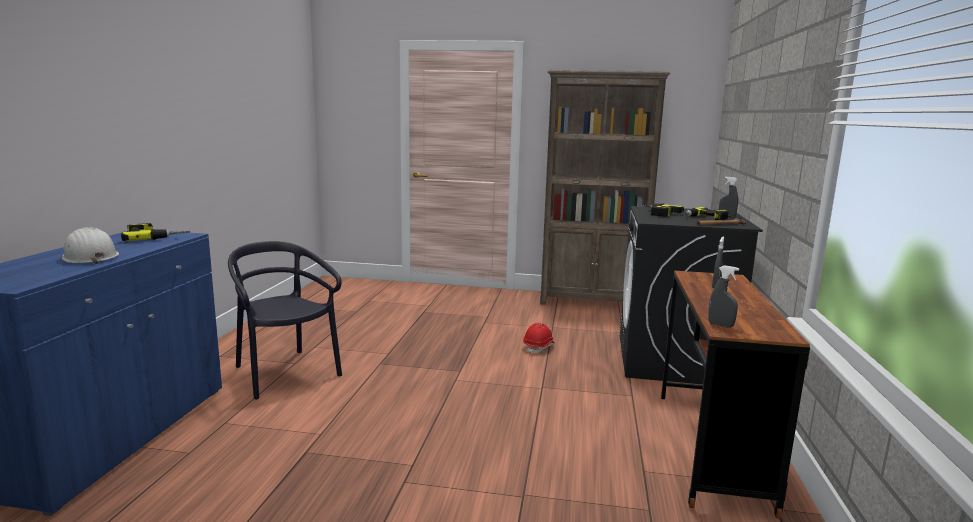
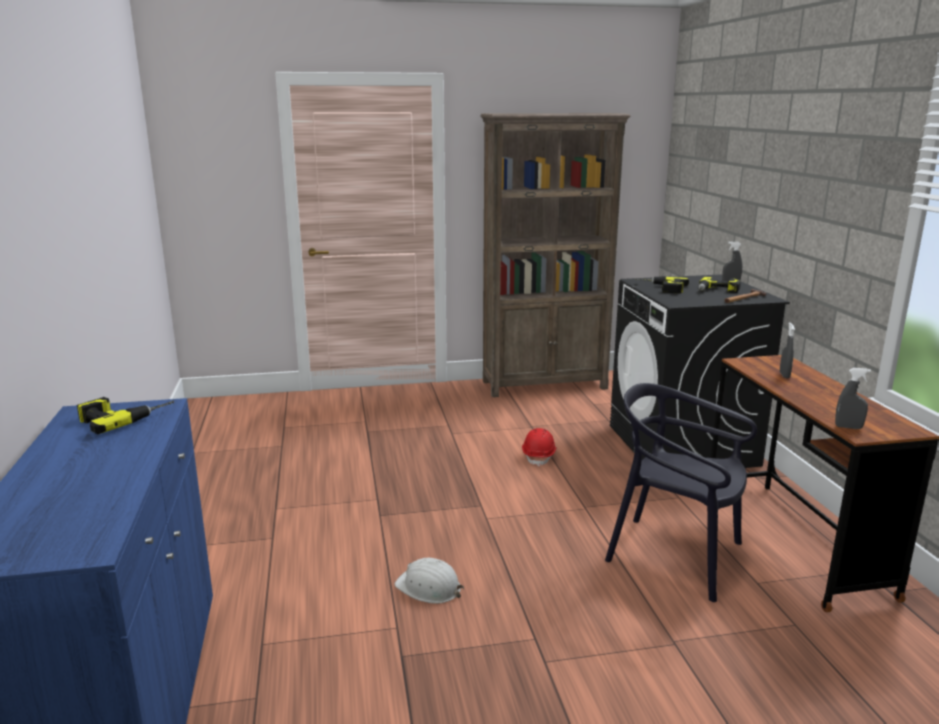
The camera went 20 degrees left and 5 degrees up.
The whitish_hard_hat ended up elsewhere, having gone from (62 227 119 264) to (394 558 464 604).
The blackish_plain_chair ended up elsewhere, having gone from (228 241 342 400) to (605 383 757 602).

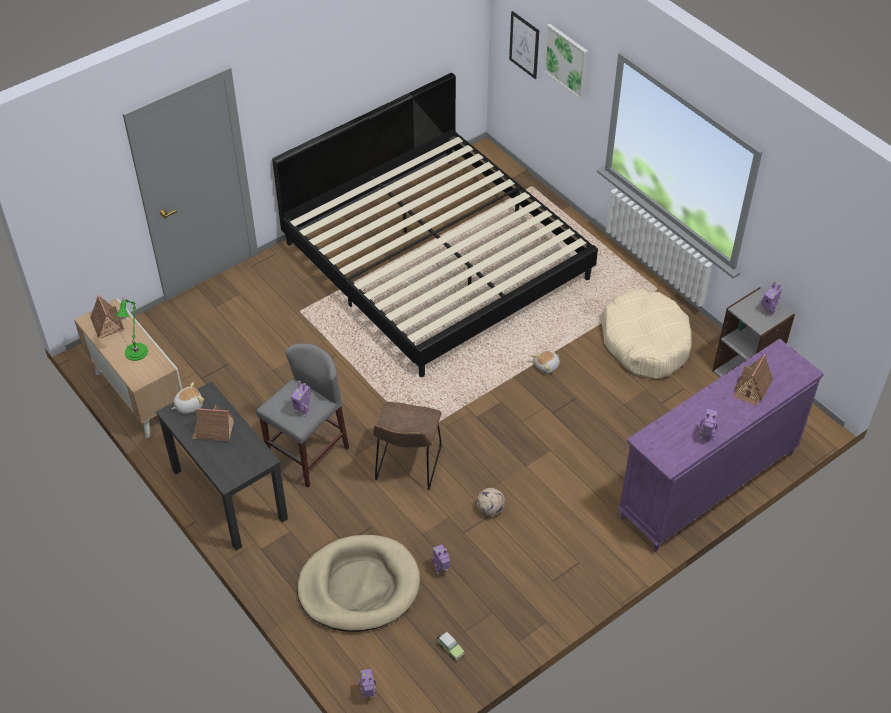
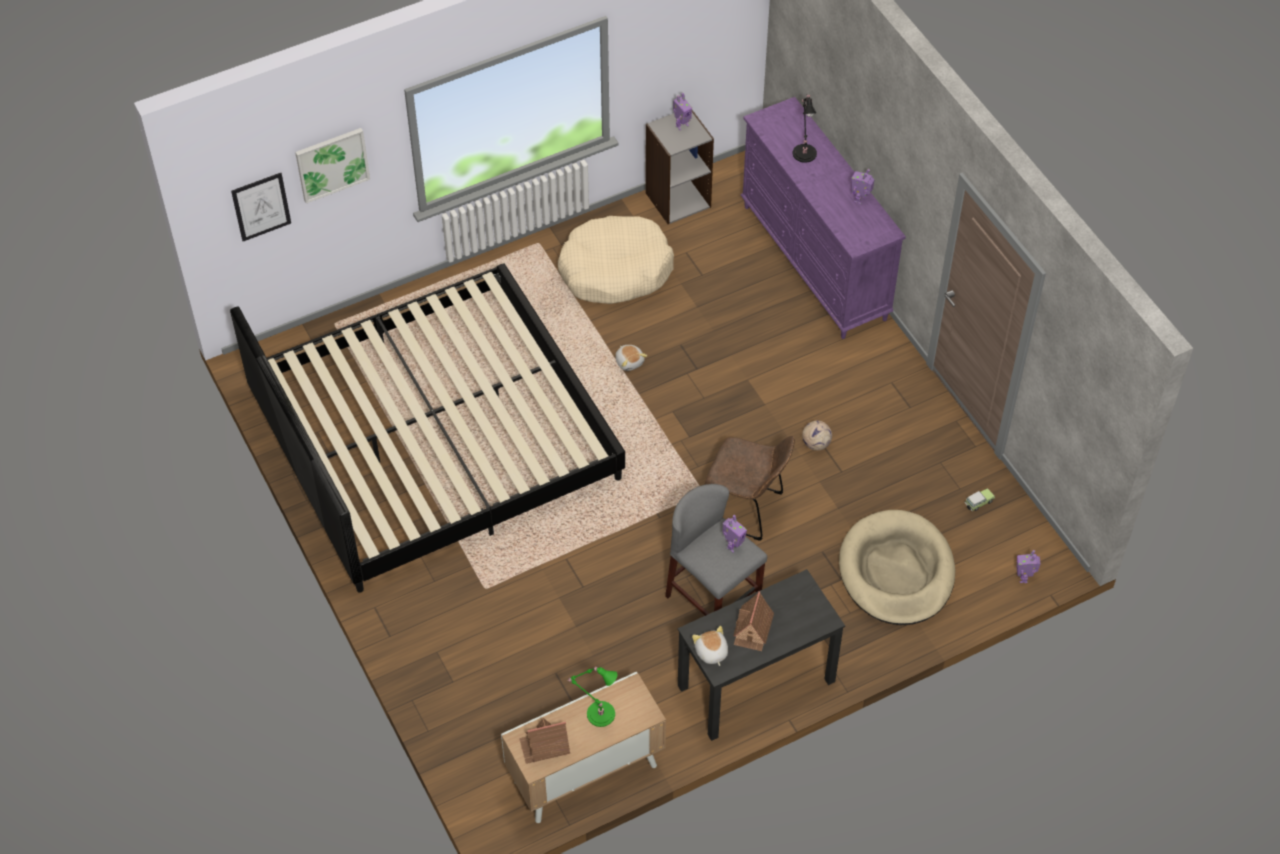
The camera went 80 degrees left and 5 degrees up.
The second view lost the robot_figure at (432 544 450 575).
Where the miniature_house stood at (733 354 773 406), the blackish_table_lamp came to stand at (793 95 817 163).

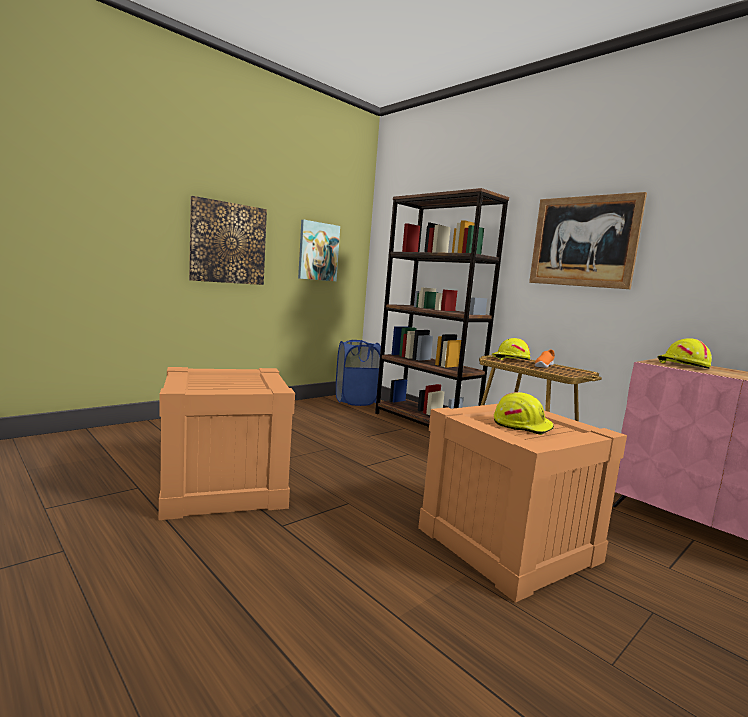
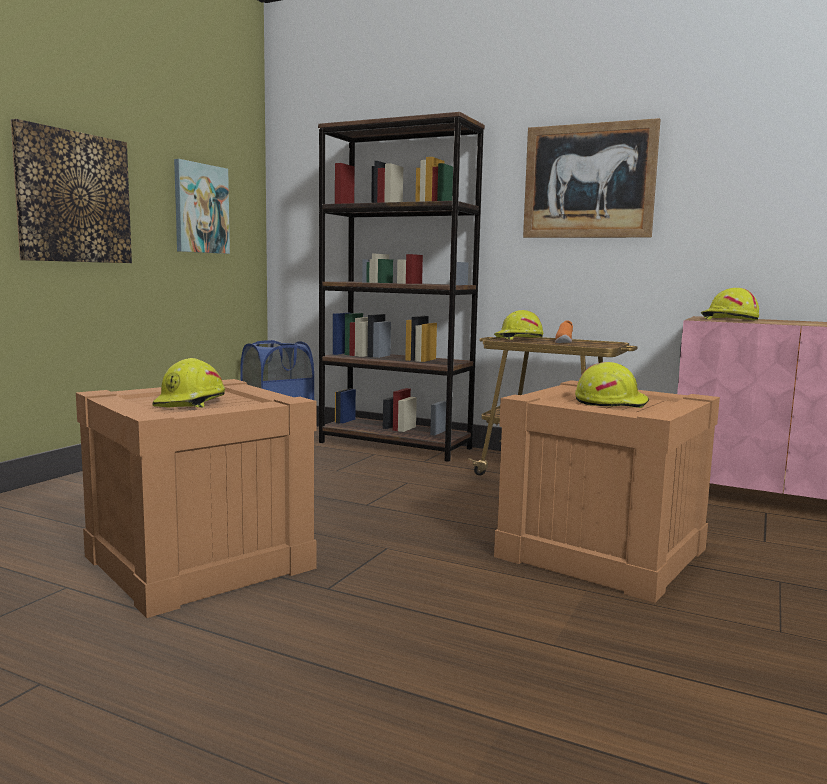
The camera went 20 degrees left and 0 degrees up.
The second view gained the yellow-coloured_hard_hat at (152 358 225 408).

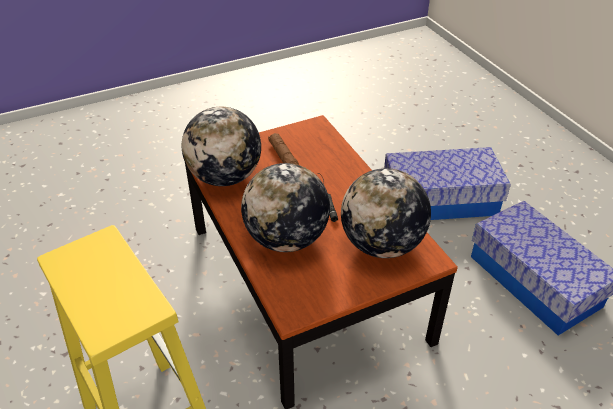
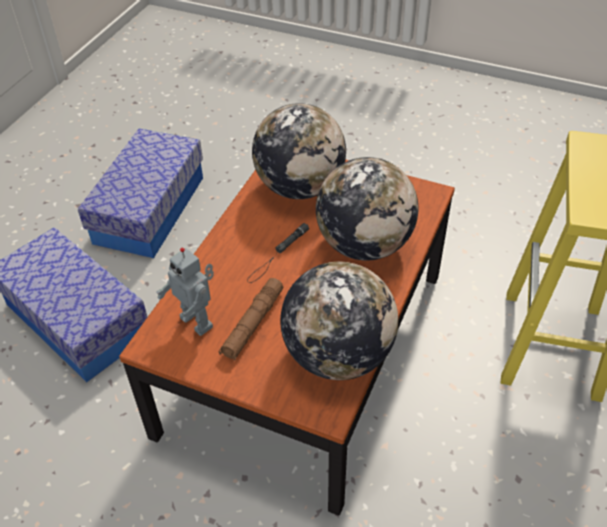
The camera went 130 degrees left and 5 degrees up.
The second view gained the robot_figure at (156 248 214 336).

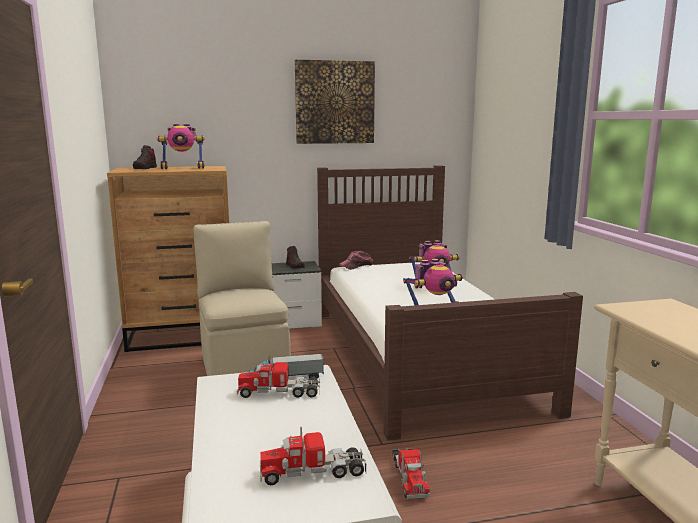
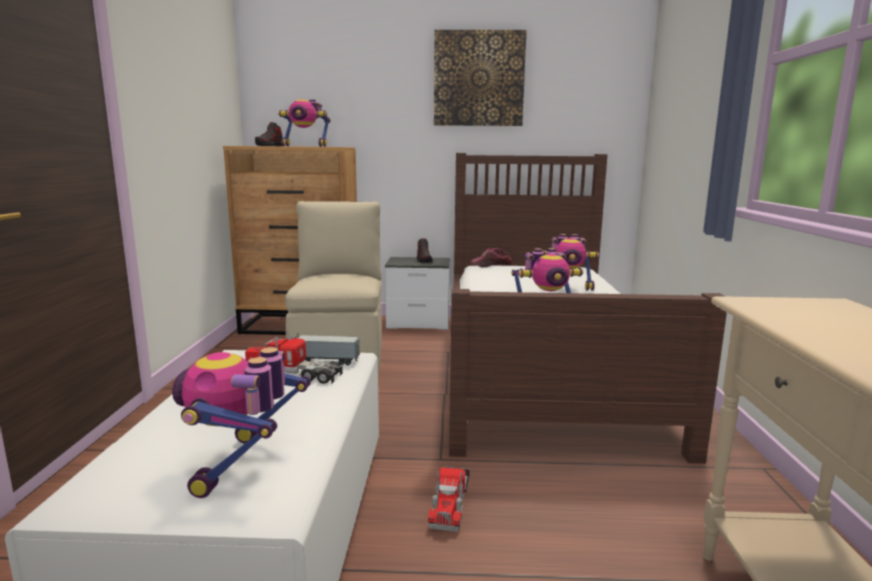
The camera went 15 degrees right and 0 degrees up.
Where the toy_truck stood at (260 426 367 485), the robot_figure came to stand at (172 347 311 498).

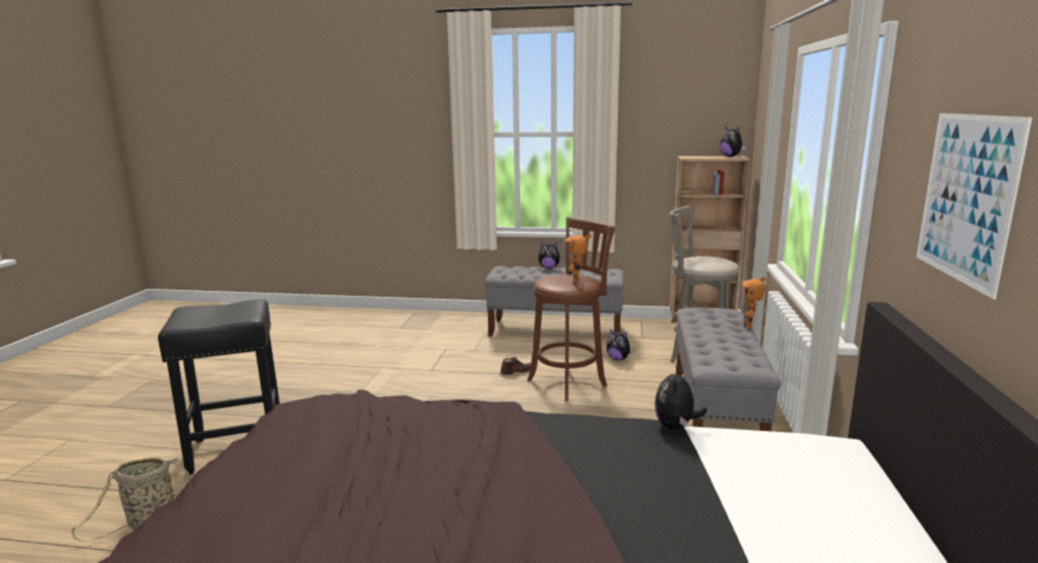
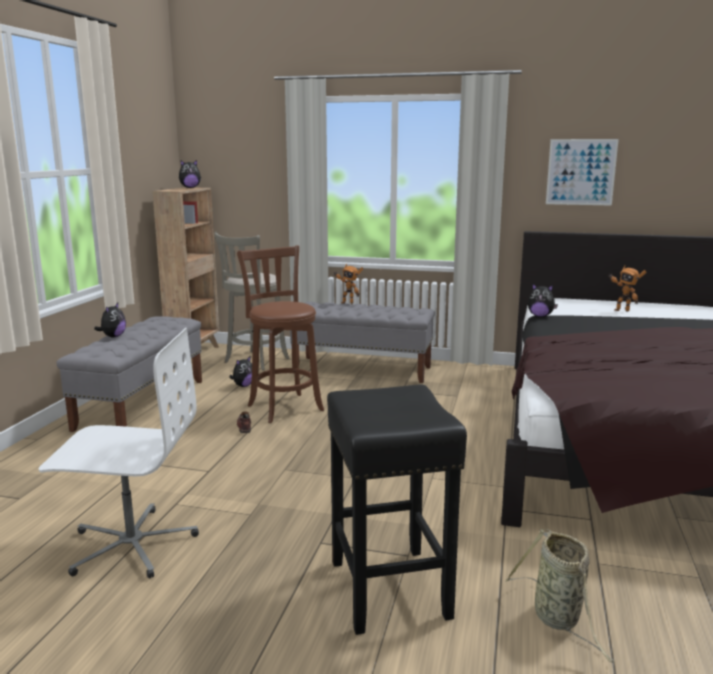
The camera went 85 degrees left and 0 degrees up.
The robot_figure ended up elsewhere, having gone from (564 234 591 284) to (608 265 646 312).
The second view gained the whitish_office_chair at (39 328 199 578).

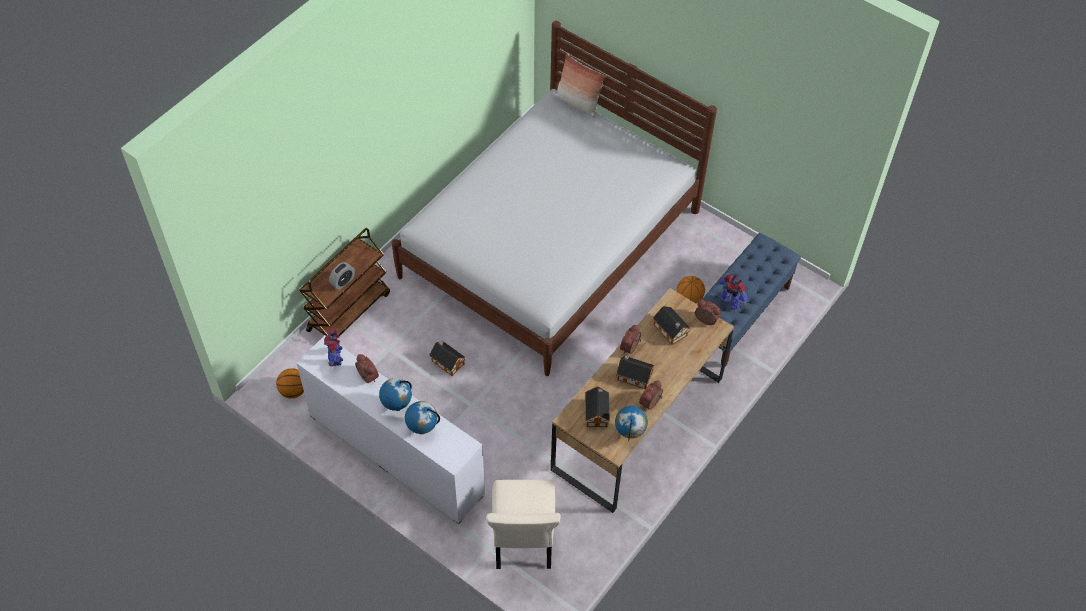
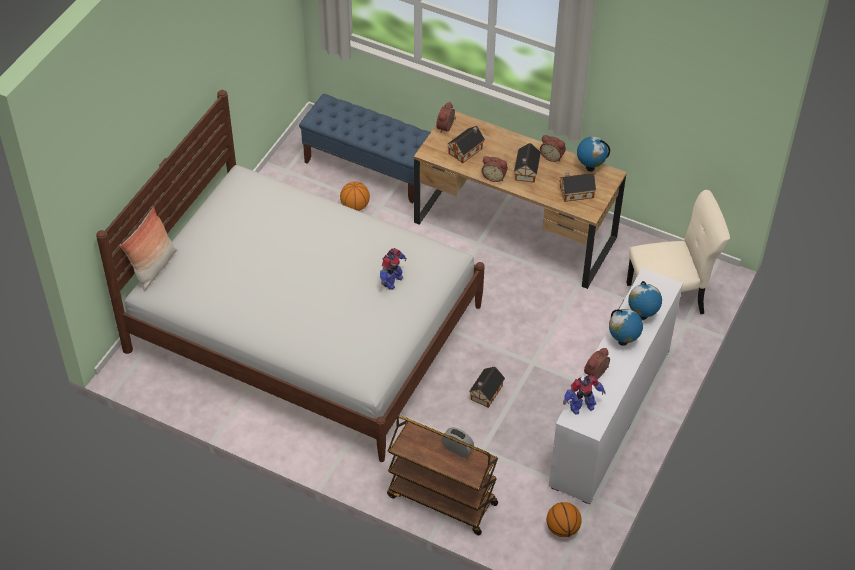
The camera went 100 degrees left and 5 degrees down.
The robot_figure ended up elsewhere, having gone from (716 274 747 310) to (380 248 407 290).

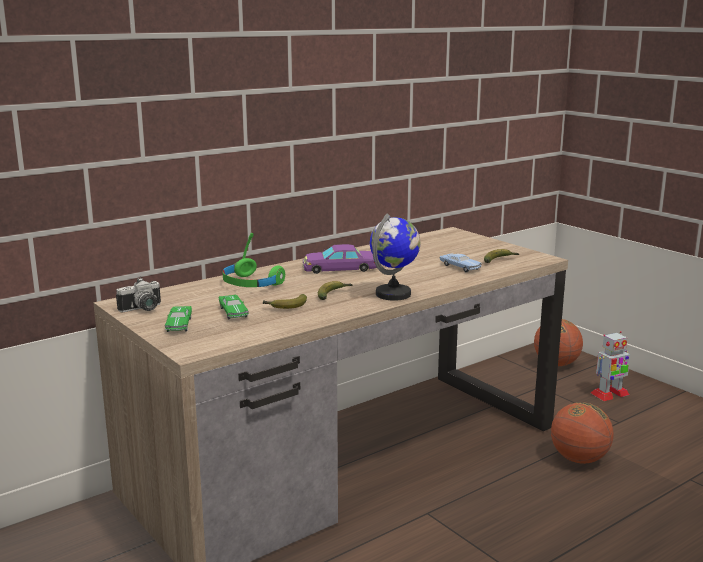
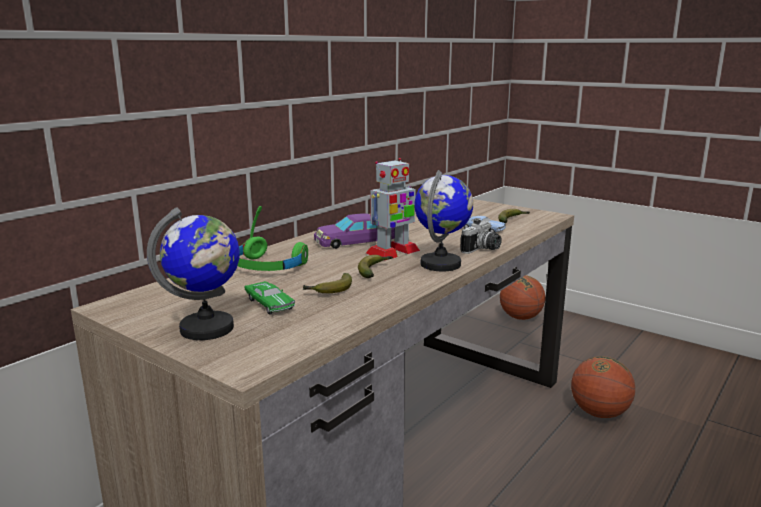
The camera went 15 degrees left and 0 degrees up.
The photo_camera ended up elsewhere, having gone from (116 278 161 312) to (460 218 502 254).
Where the greenish_model_car stood at (165 306 192 332), the globe came to stand at (147 207 240 340).
The robot_figure ended up elsewhere, having gone from (591 331 630 401) to (366 158 420 261).

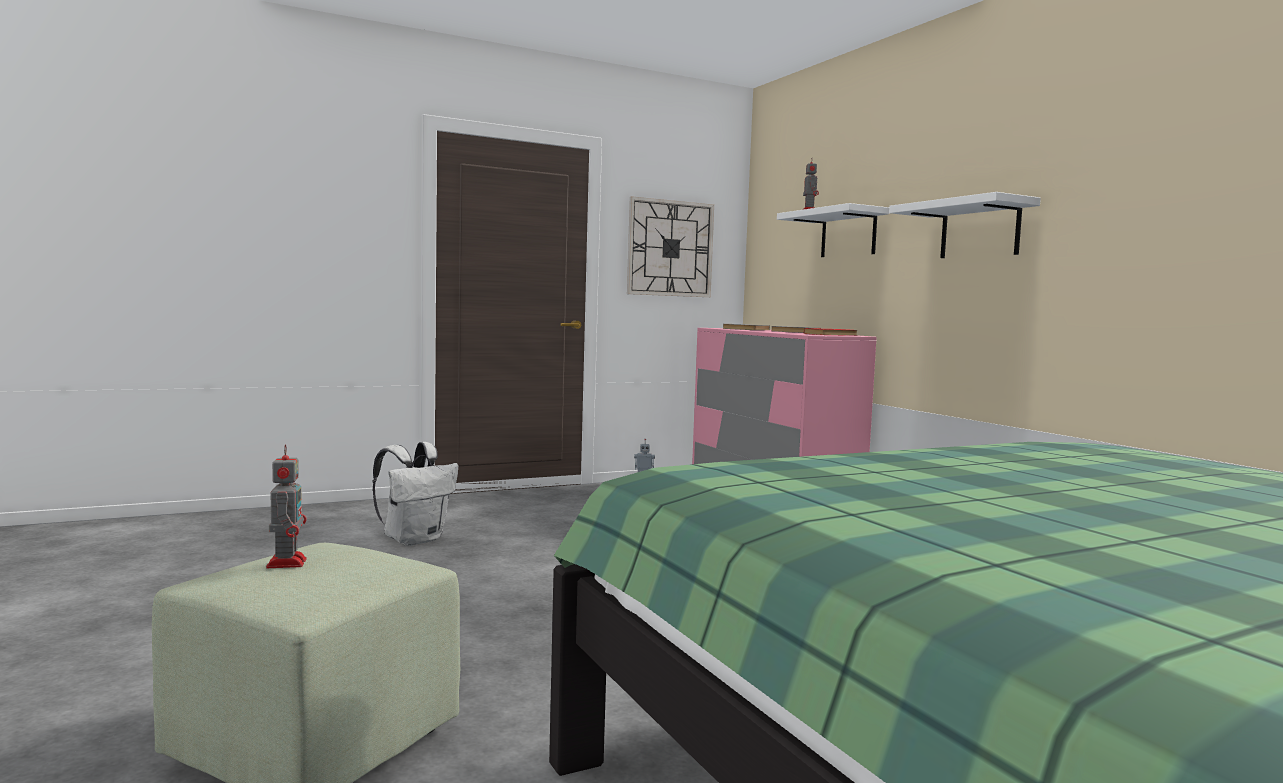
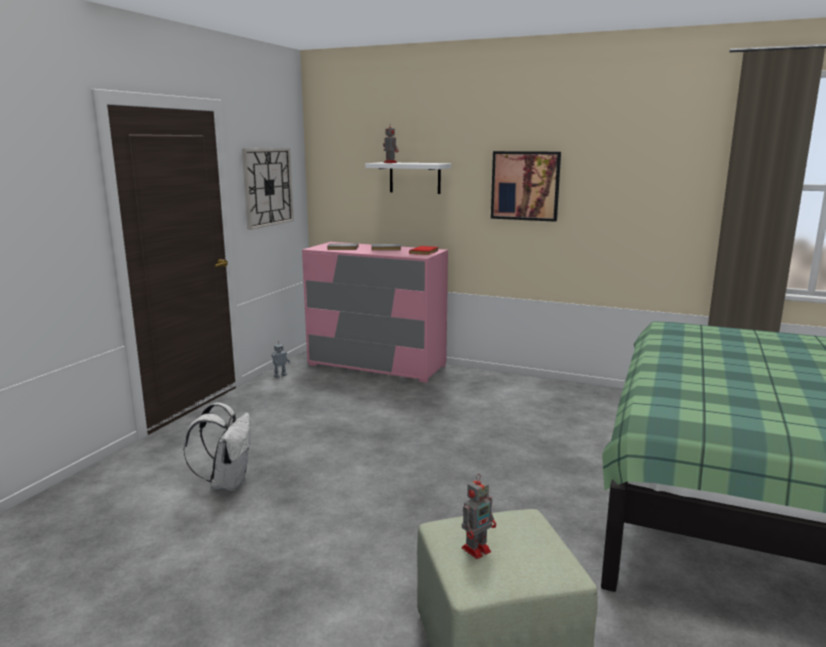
The camera went 40 degrees left and 10 degrees up.
The robot_figure at (266 444 307 568) ended up facing another way, 105 degrees clockwise from before.
Where the whitish_wall_shelf hung at (889 192 1041 258), the wall_picture came to hang at (491 151 561 222).

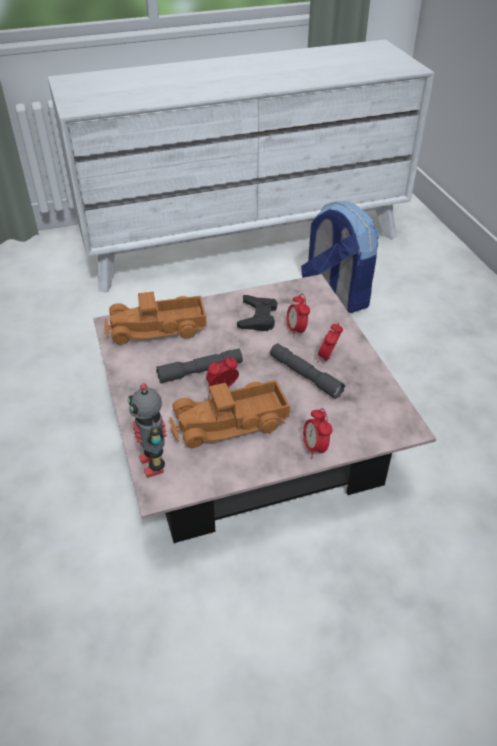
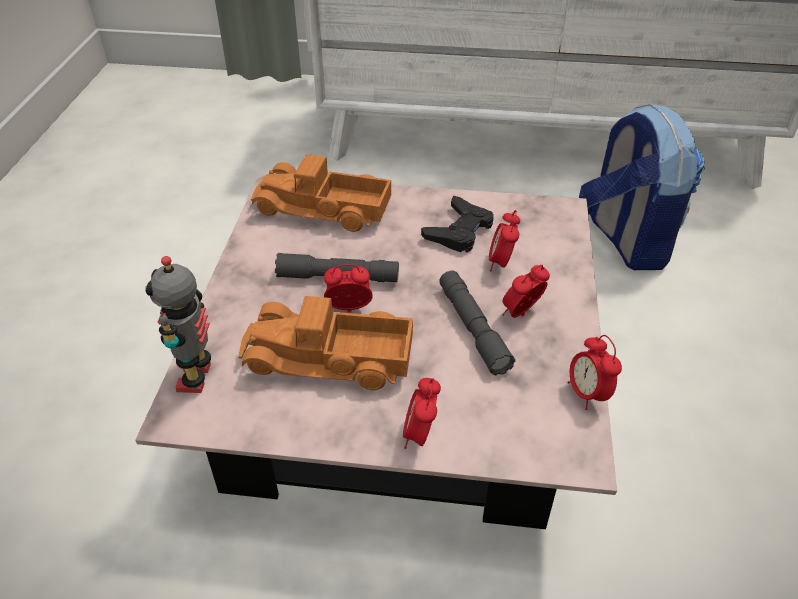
The camera went 25 degrees right and 0 degrees up.
The second view gained the bedside_clock at (568 335 622 410).

